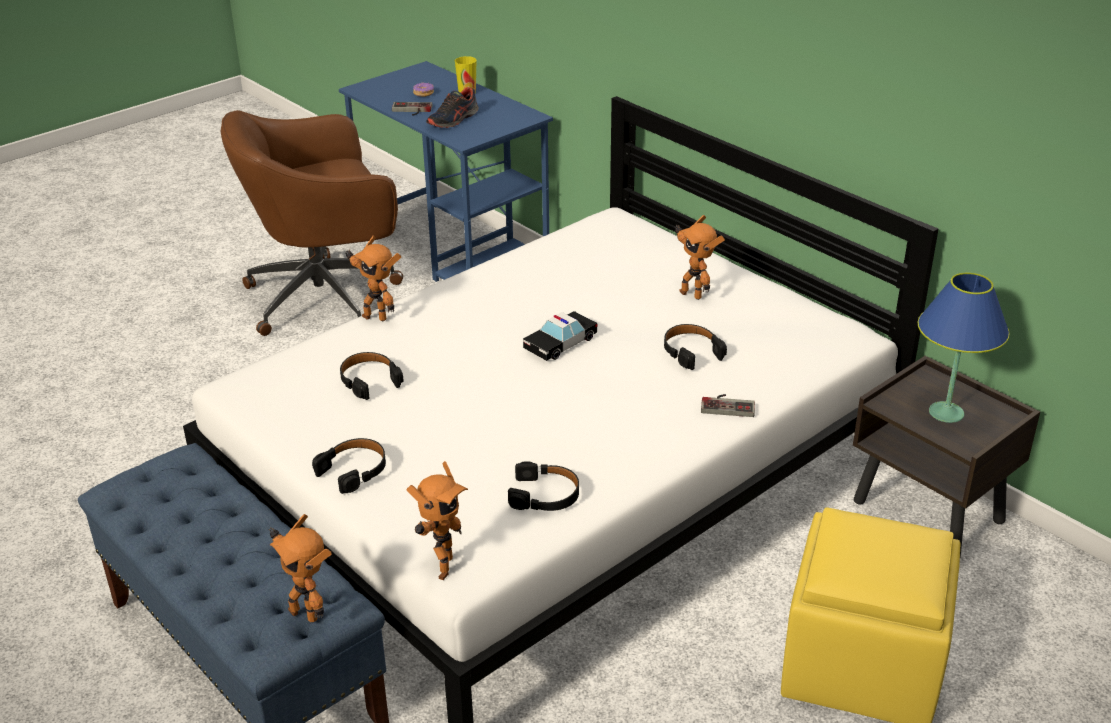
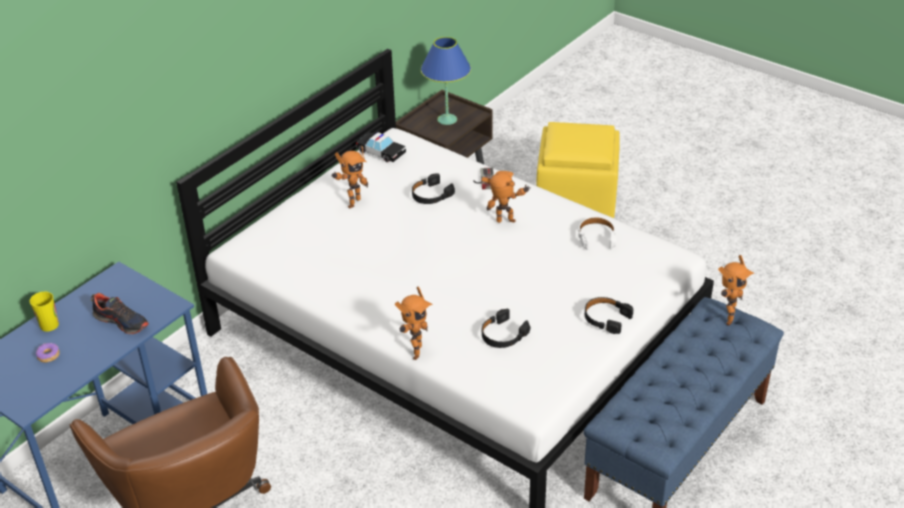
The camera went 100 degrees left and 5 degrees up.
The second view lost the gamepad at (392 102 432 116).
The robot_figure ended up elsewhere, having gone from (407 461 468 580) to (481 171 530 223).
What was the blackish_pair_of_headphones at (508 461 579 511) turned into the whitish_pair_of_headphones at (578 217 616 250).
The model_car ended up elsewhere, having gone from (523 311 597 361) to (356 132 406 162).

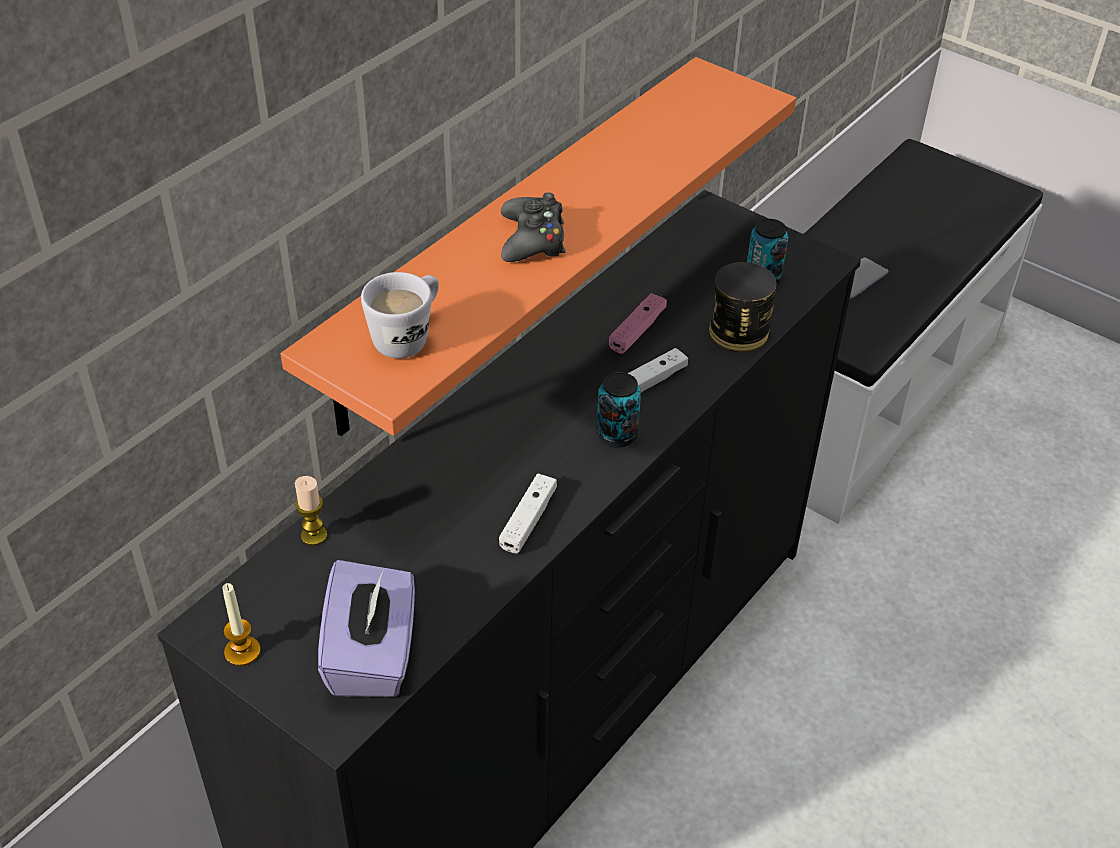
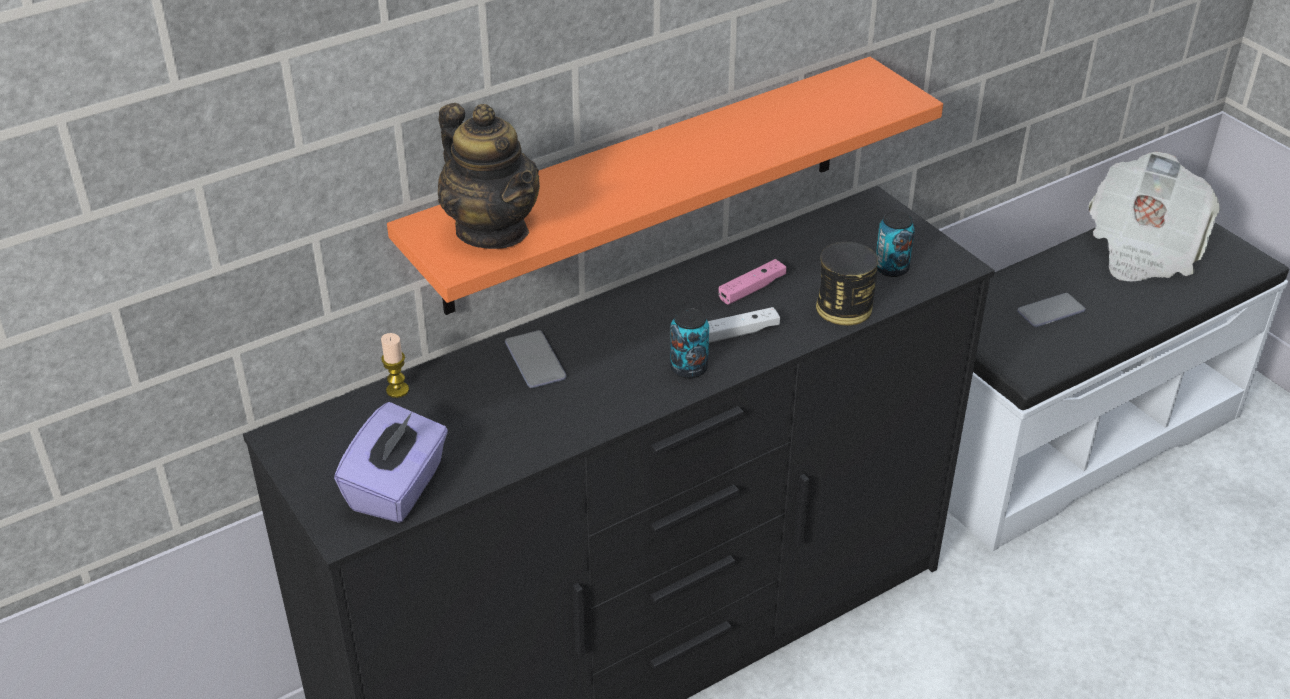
The camera went 20 degrees right and 5 degrees down.
The second view lost the wax_candle at (222 583 261 666).
Where the whitish_tea_mug stood at (361 272 439 359), the tea_pot came to stand at (438 103 540 249).
The second view lost the whitish_gamepad at (499 474 557 554).
The second view lost the blackish_gamepad at (501 192 566 262).
The second view gained the phone at (505 330 566 388).
The second view gained the daily_paper at (1088 152 1220 282).

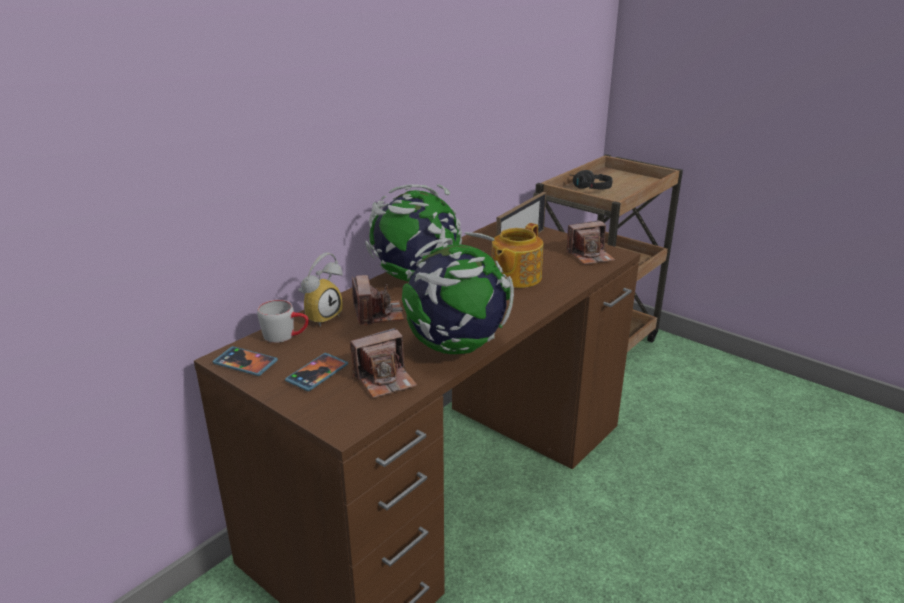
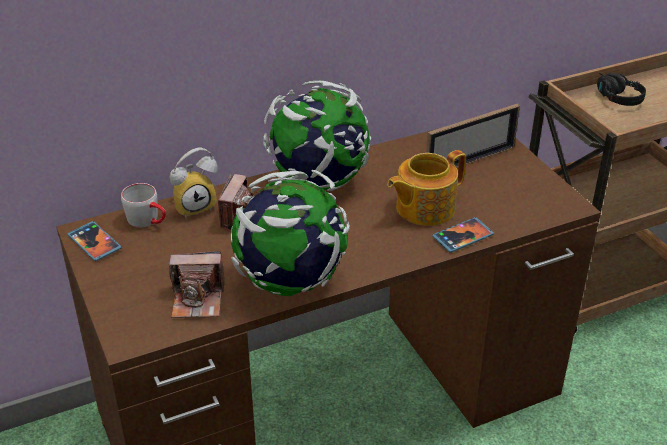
The camera went 25 degrees right and 10 degrees up.
The phone ended up elsewhere, having gone from (285 353 348 391) to (432 217 494 253).
The second view lost the photo_camera at (567 220 615 264).

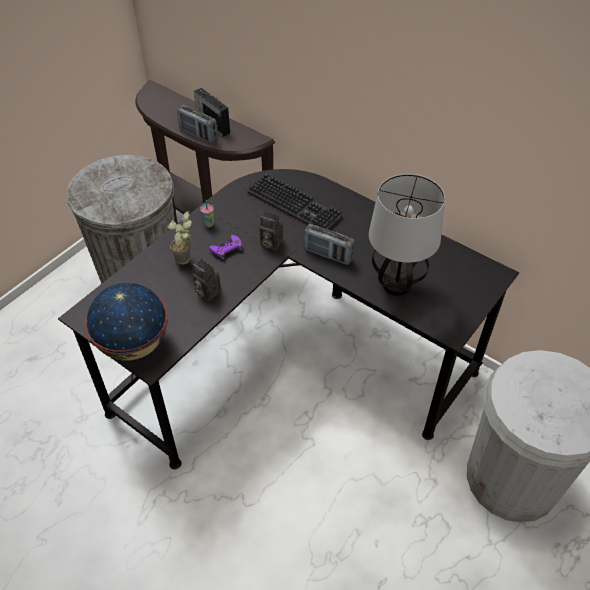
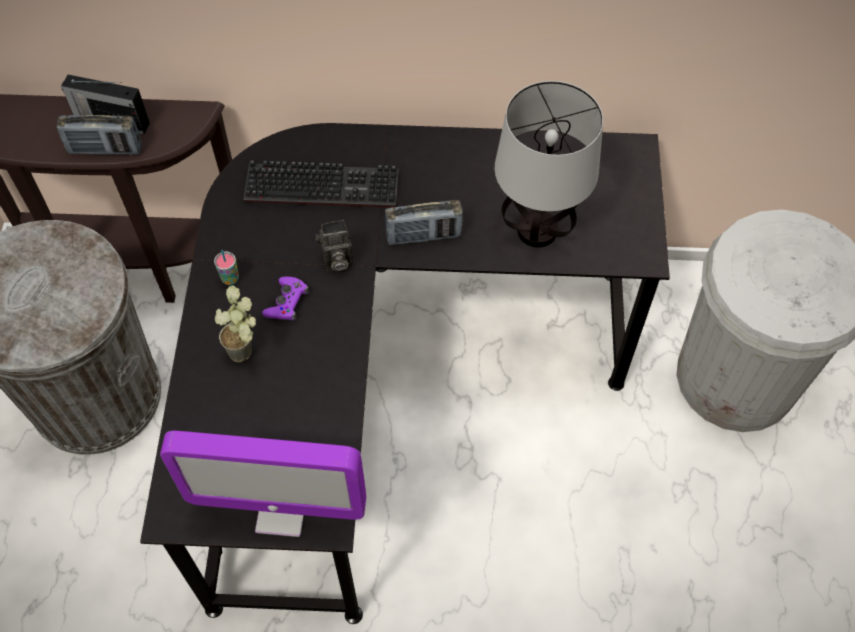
The camera went 35 degrees left and 10 degrees up.
Where the globe stood at (85 283 168 361), the monitor came to stand at (160 431 366 537).
The second view lost the photo_camera at (193 259 221 301).

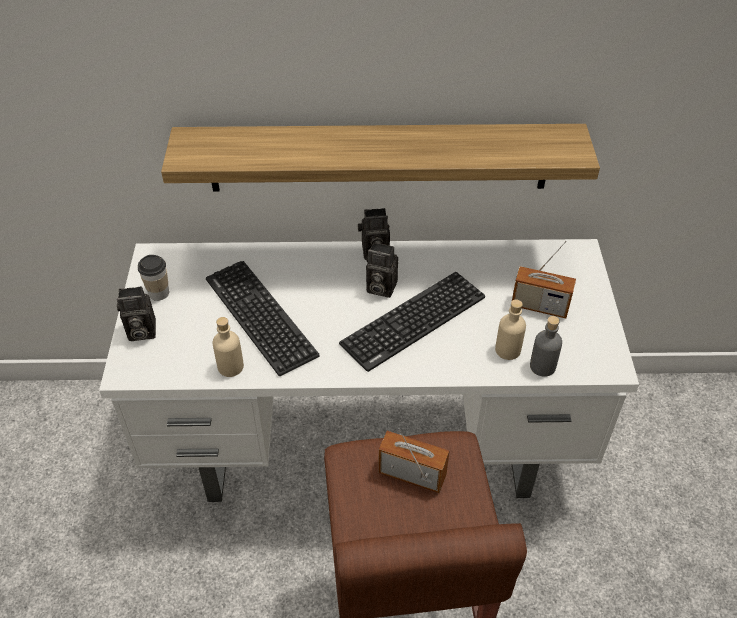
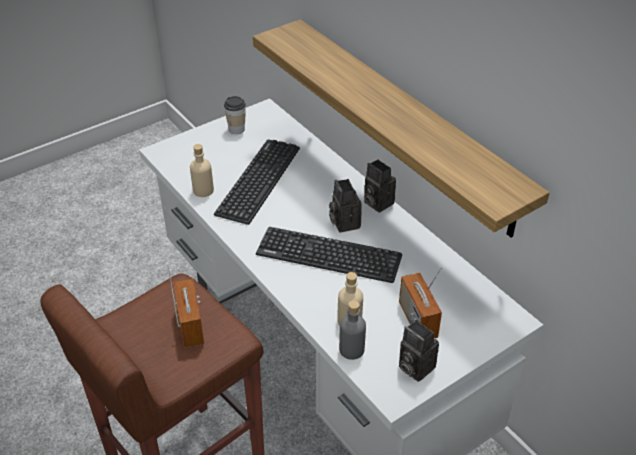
The camera went 55 degrees right and 5 degrees down.
The photo_camera ended up elsewhere, having gone from (117 286 156 341) to (399 320 439 382).

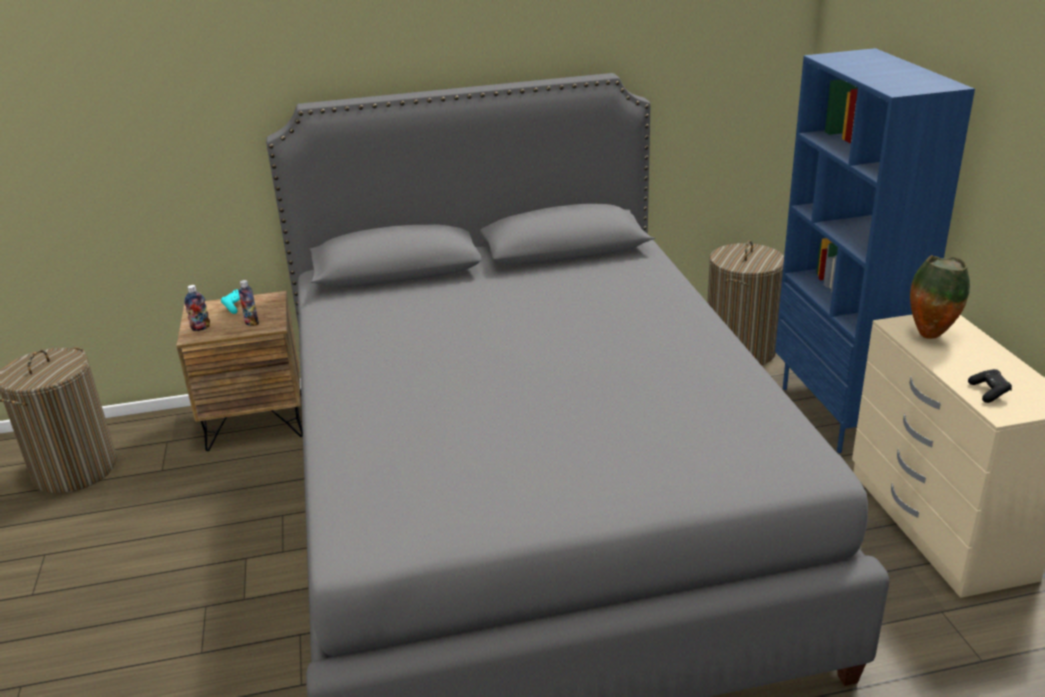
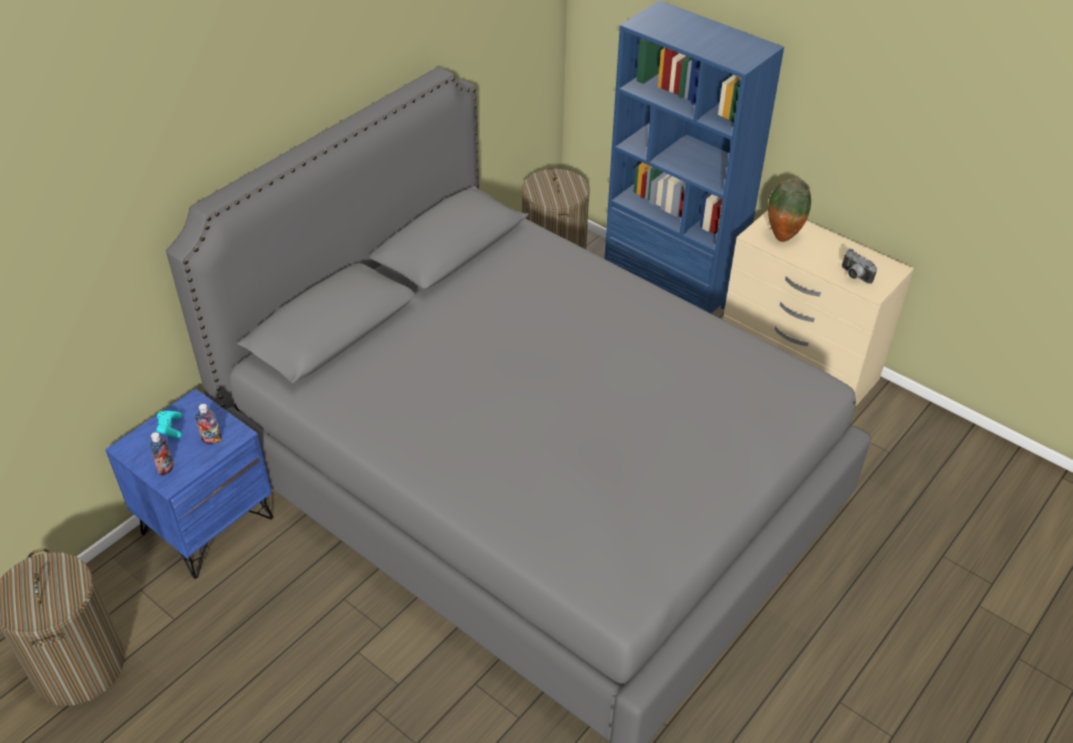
The camera went 40 degrees left and 15 degrees up.
What was the brown_bedside_table at (176 291 303 451) turned into the blue_bedside_table at (105 389 273 579).
Where the blackish_gamepad stood at (968 369 1012 403), the photo_camera came to stand at (842 249 877 284).

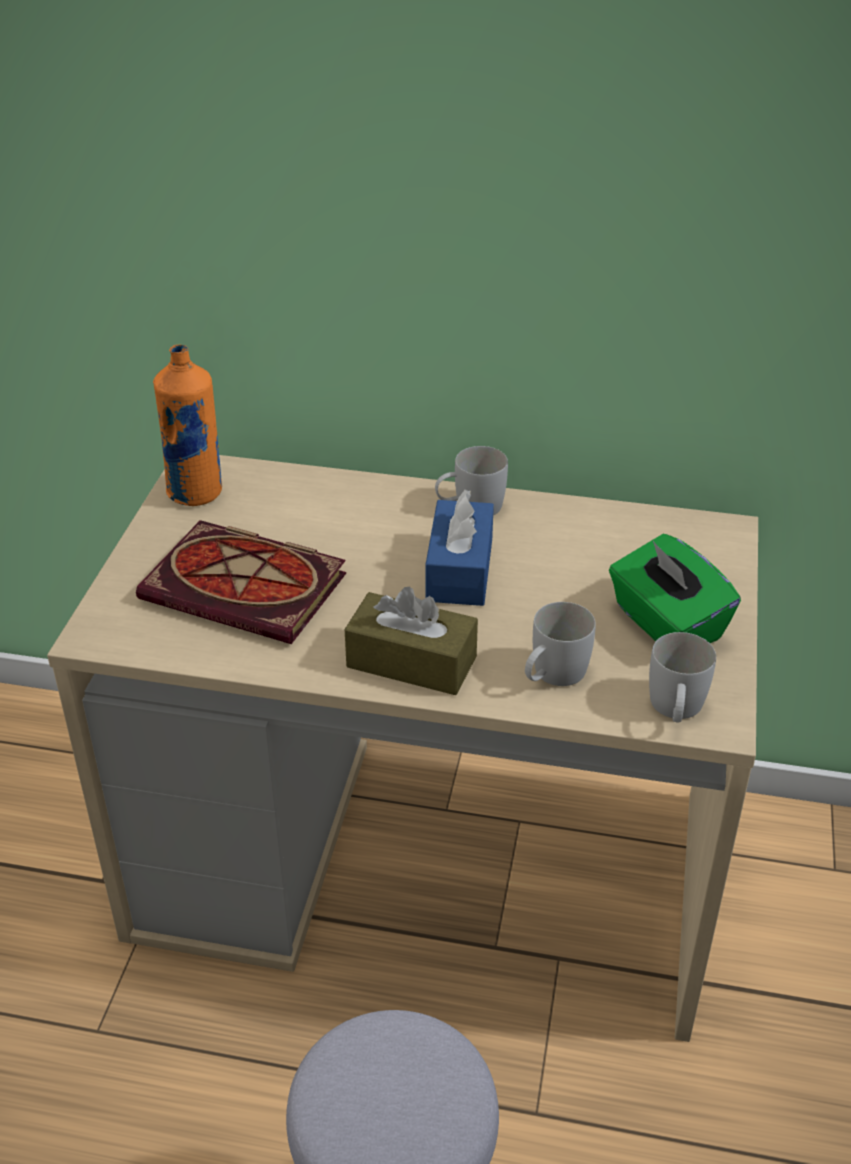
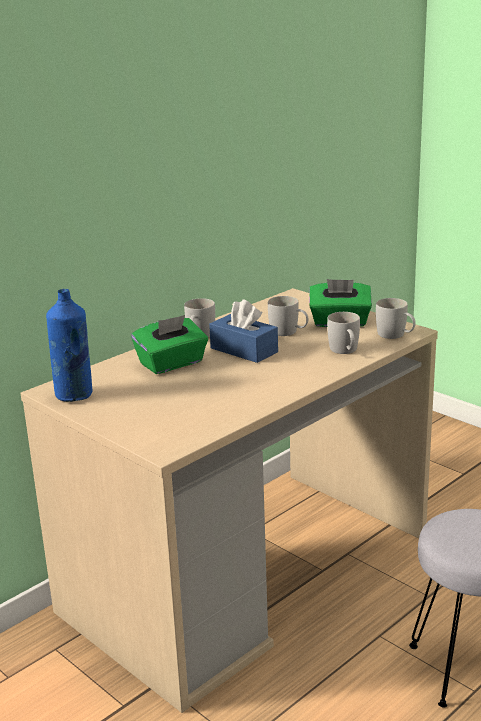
The camera went 55 degrees left and 15 degrees down.
The second view lost the bound_book at (136 520 346 644).
What was the orange_bottle at (153 345 222 506) turned into the blue_bottle at (46 289 92 402).
The second view lost the brown_box_of_tissues at (345 587 478 695).
The second view gained the greenish_box_of_tissues at (131 315 208 374).
The second view gained the whitish_tea_mug at (268 296 309 336).

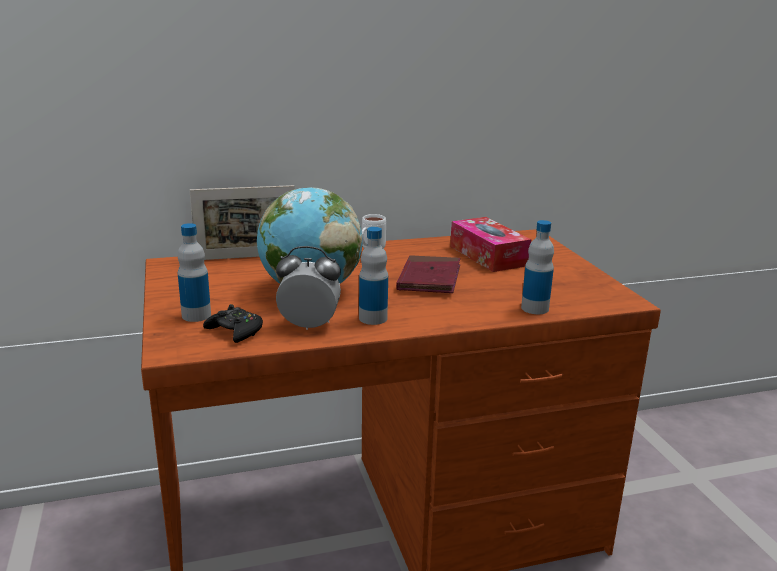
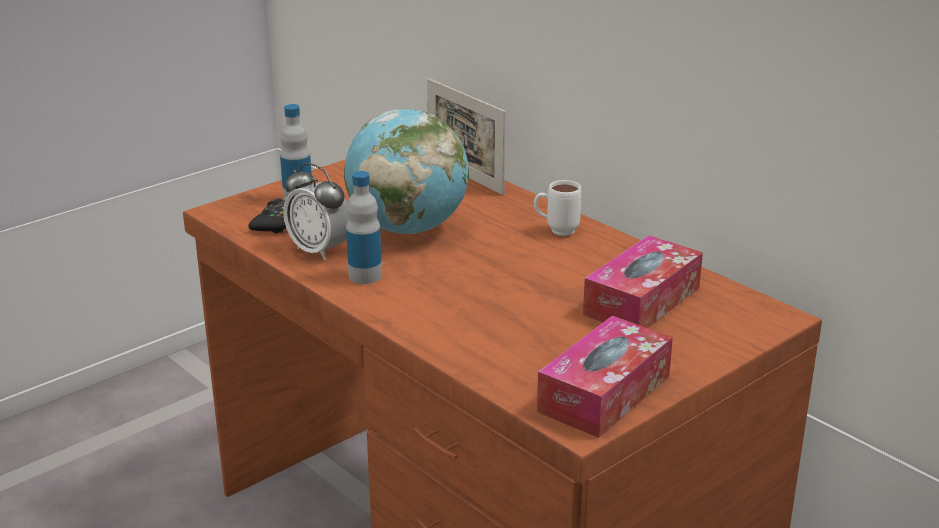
The camera went 65 degrees right and 5 degrees up.
The bedside_clock at (276 246 341 330) ended up facing another way, 150 degrees clockwise from before.
The second view lost the reddish_bound_book at (396 255 460 293).
The second view lost the bottle at (521 220 554 314).
The second view gained the box_of_tissues at (537 316 673 438).

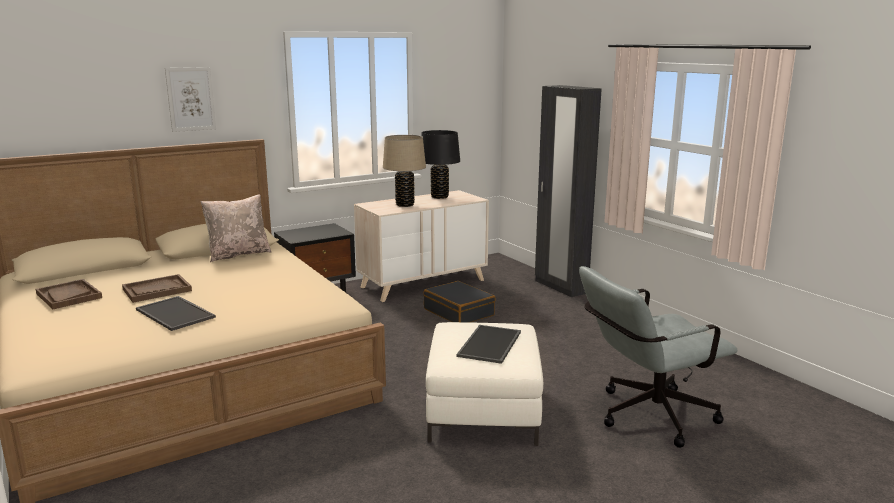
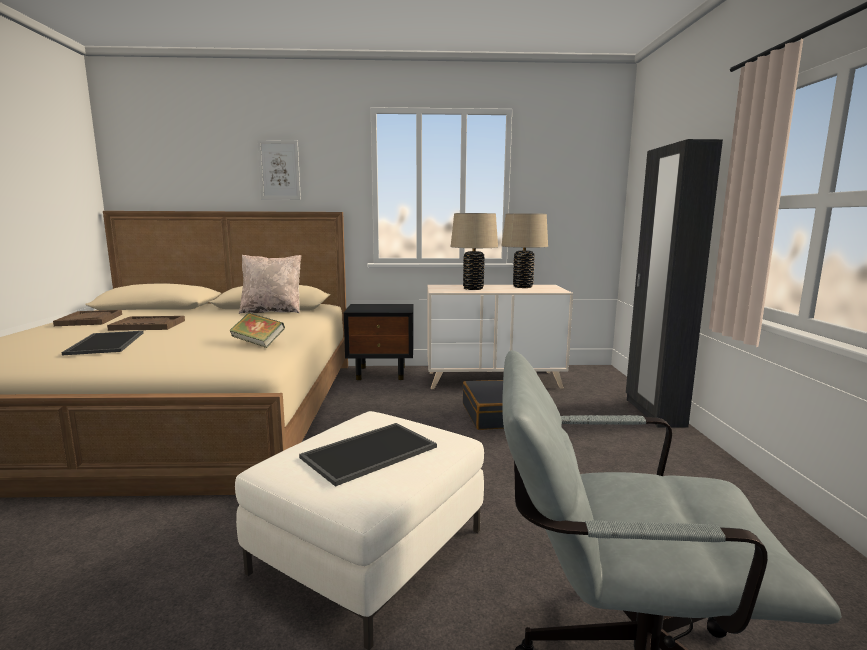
The camera went 30 degrees right and 5 degrees down.
What was the blackish_table_lamp at (421 130 460 199) turned into the beige-coloured_table_lamp at (502 213 548 288).
The second view gained the bound_book at (229 313 285 348).

